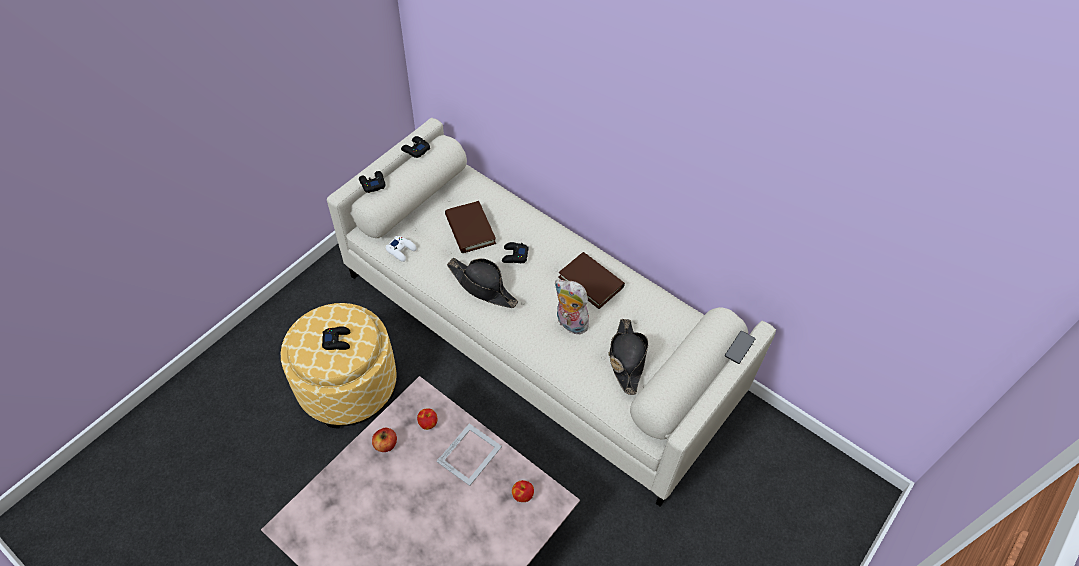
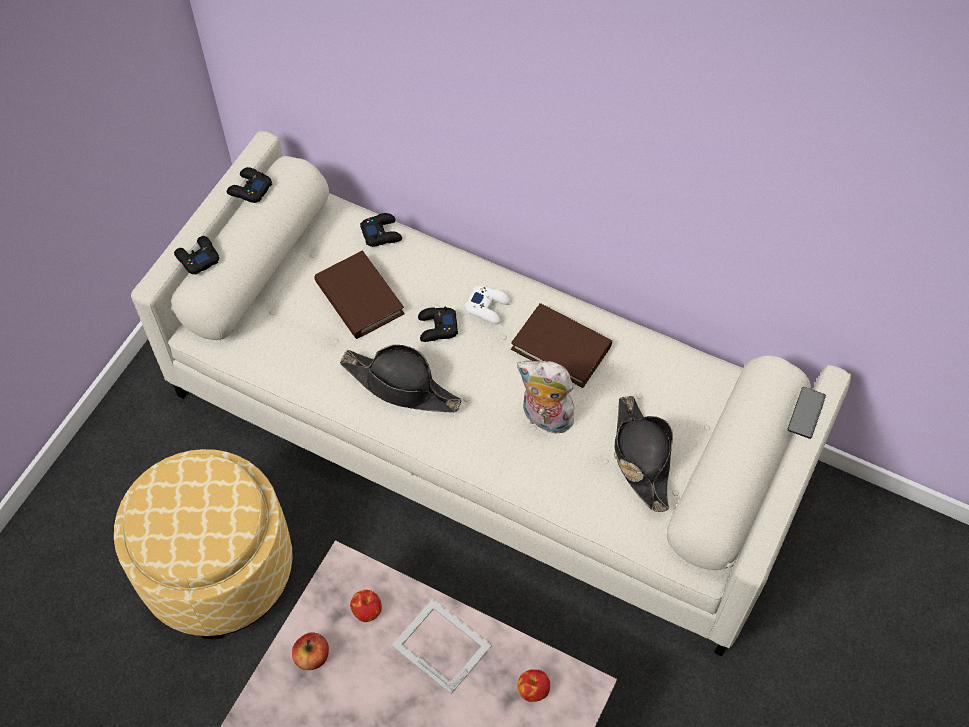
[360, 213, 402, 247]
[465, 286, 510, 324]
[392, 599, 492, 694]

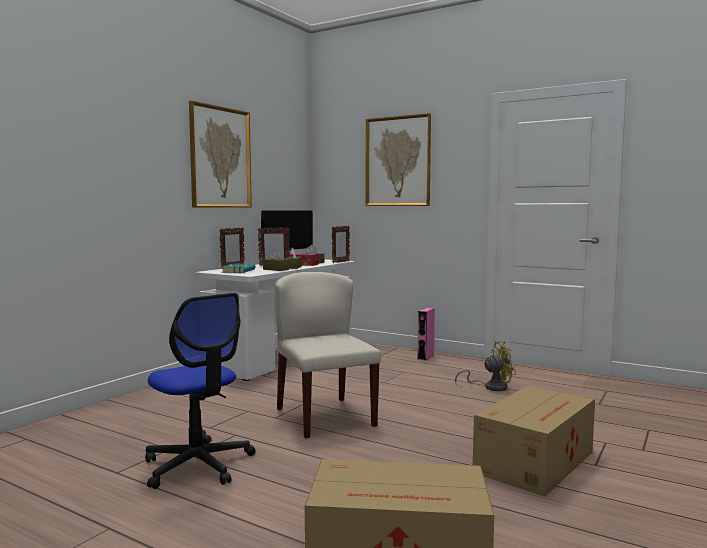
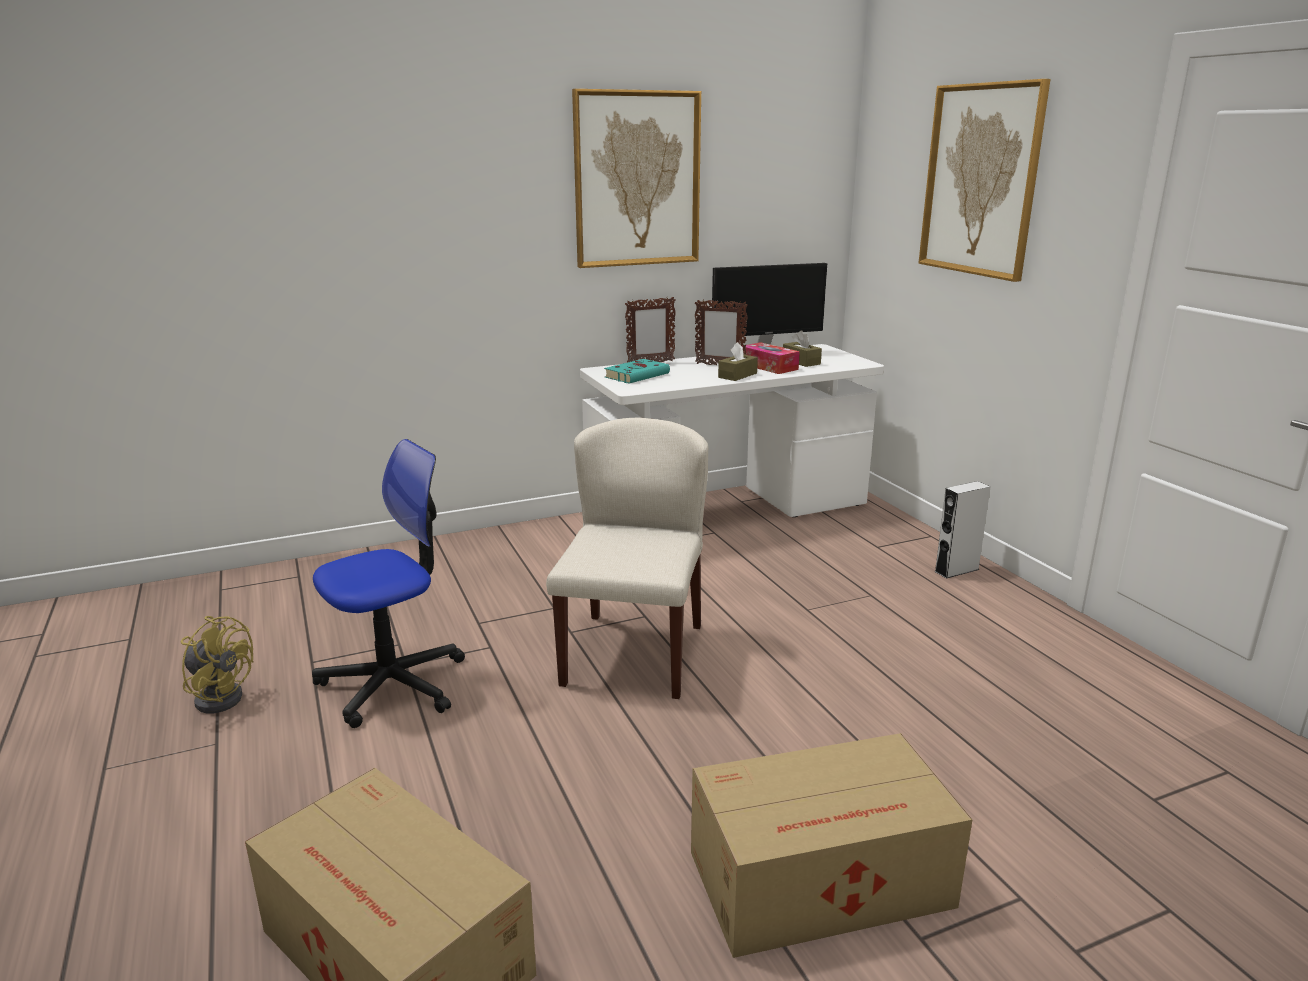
[312, 439, 465, 728]
[263, 249, 289, 271] (first image)
[332, 226, 350, 263] (first image)
[934, 481, 990, 579]
[181, 616, 254, 714]

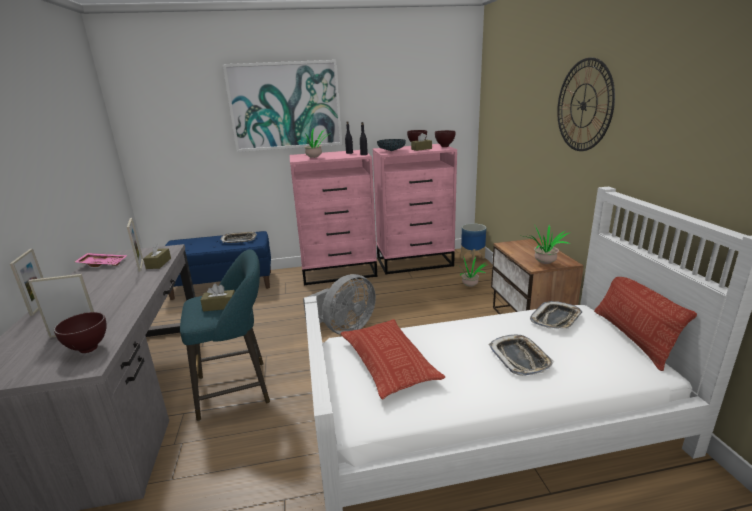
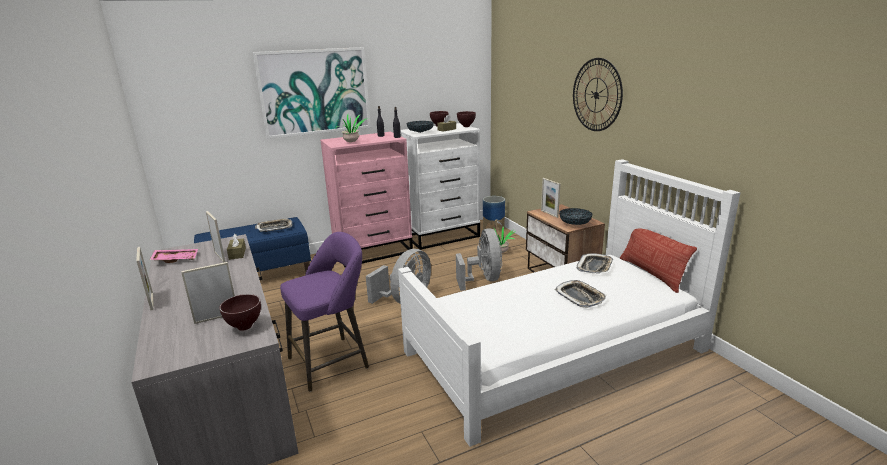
[280, 232, 369, 392]
[200, 284, 235, 312] (first image)
[340, 319, 445, 399] (first image)
[400, 123, 480, 250]
[559, 208, 593, 225]
[456, 228, 502, 291]
[541, 178, 560, 218]

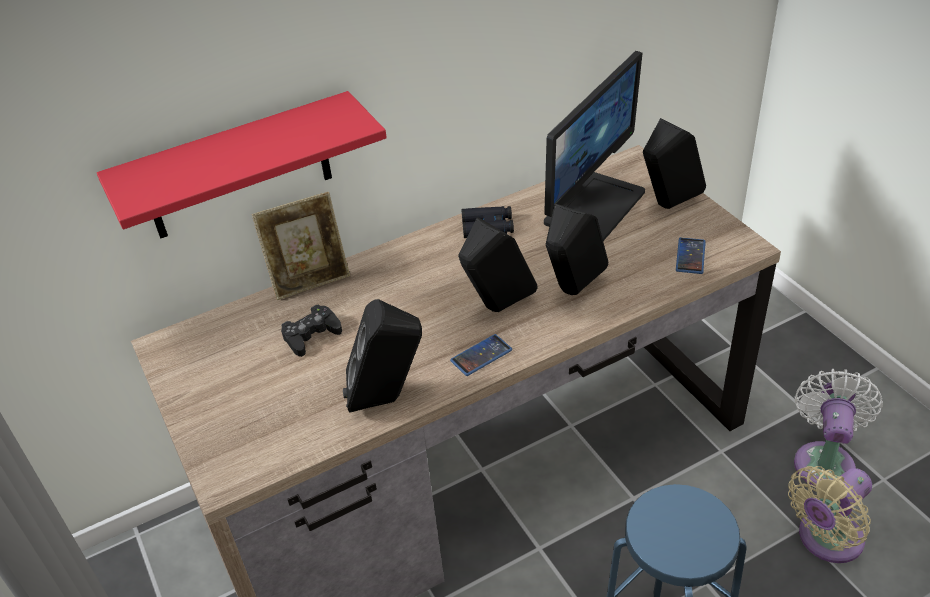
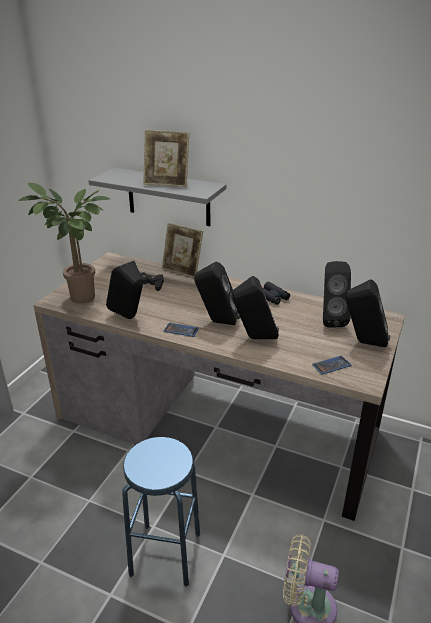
[88, 168, 226, 226]
[323, 261, 351, 328]
[794, 369, 883, 486] (first image)
[18, 183, 110, 304]
[143, 130, 189, 187]

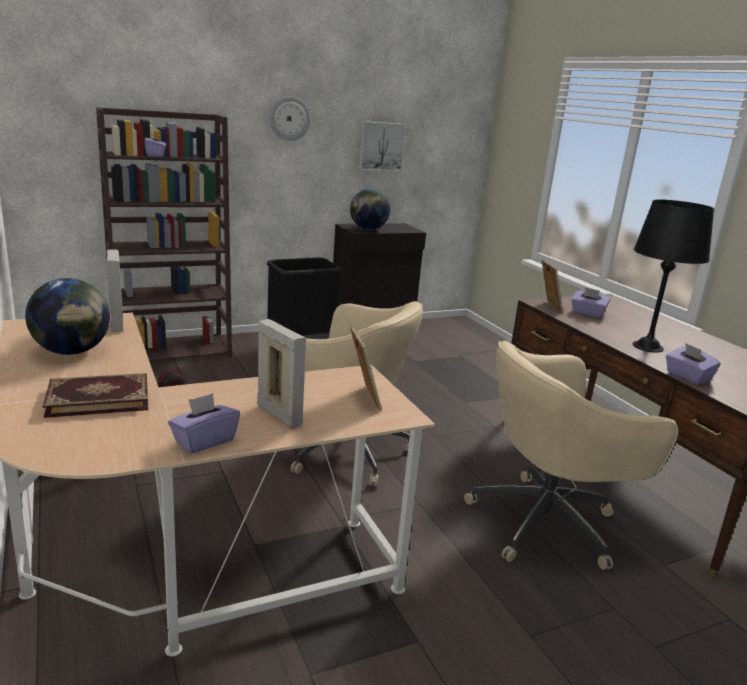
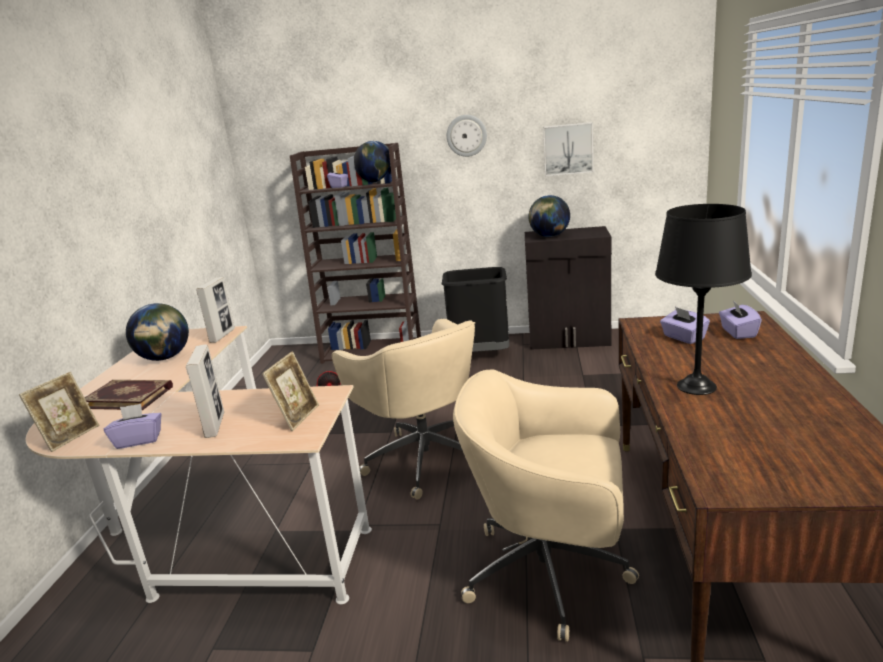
[19, 372, 99, 452]
[719, 301, 762, 339]
[354, 141, 391, 183]

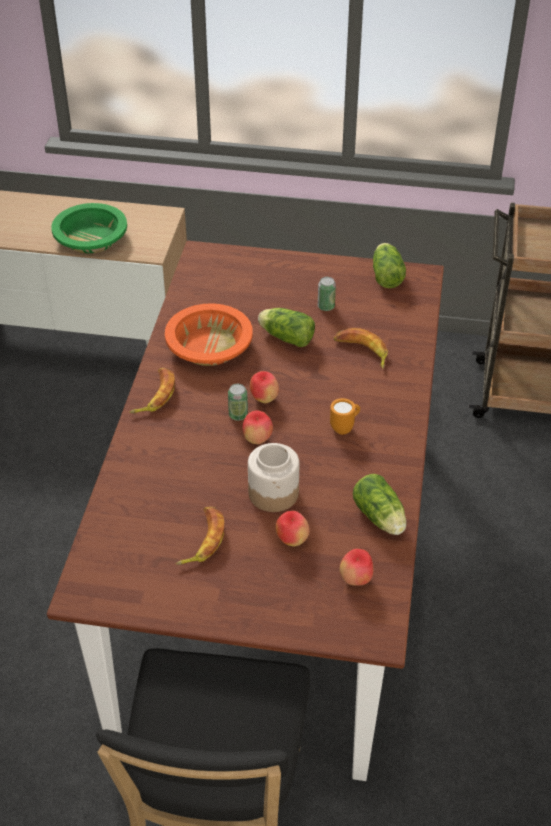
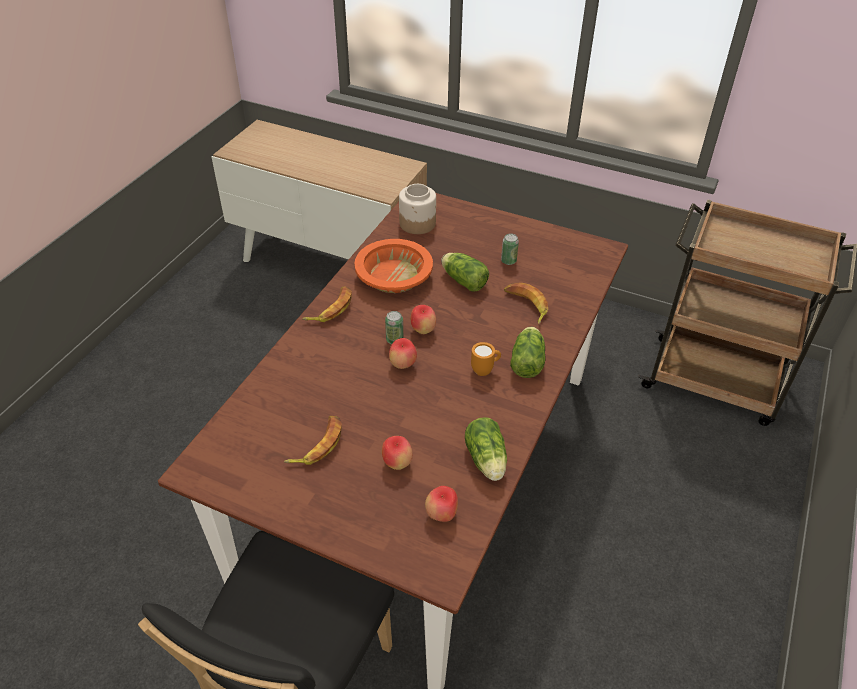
[51, 203, 127, 253] (first image)
[399, 184, 436, 234]
[510, 327, 545, 378]

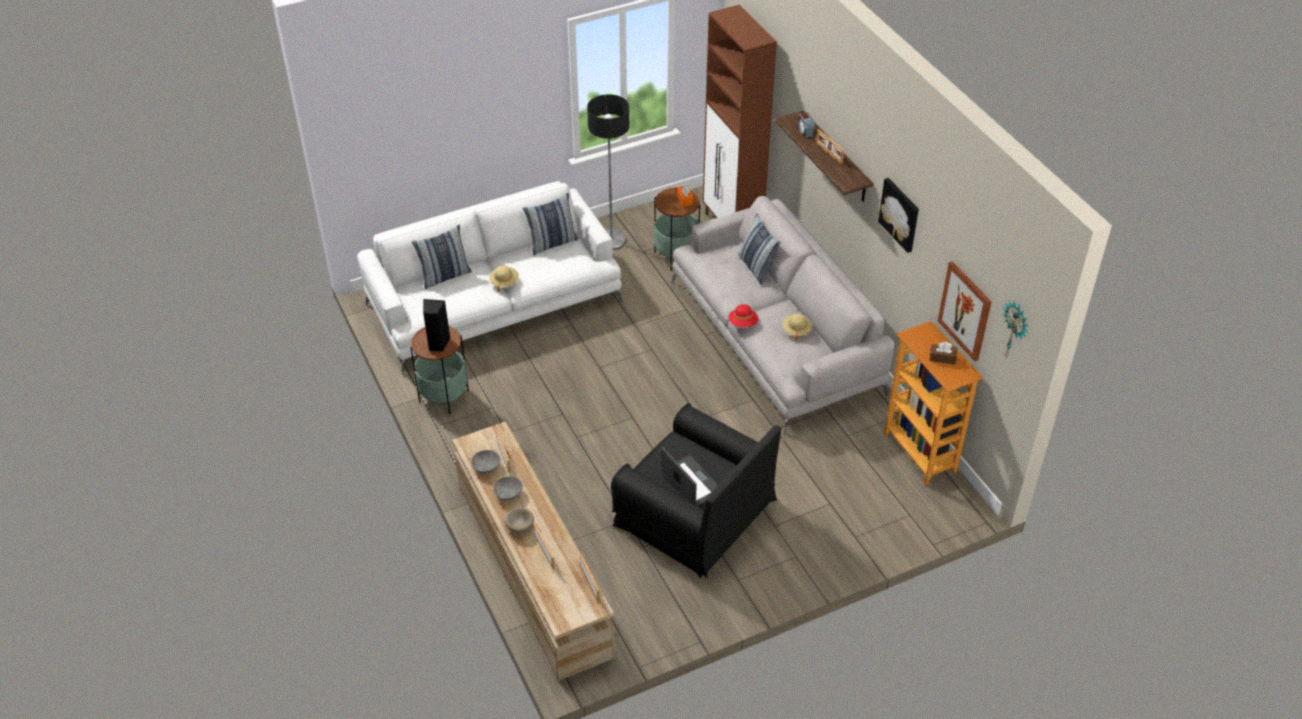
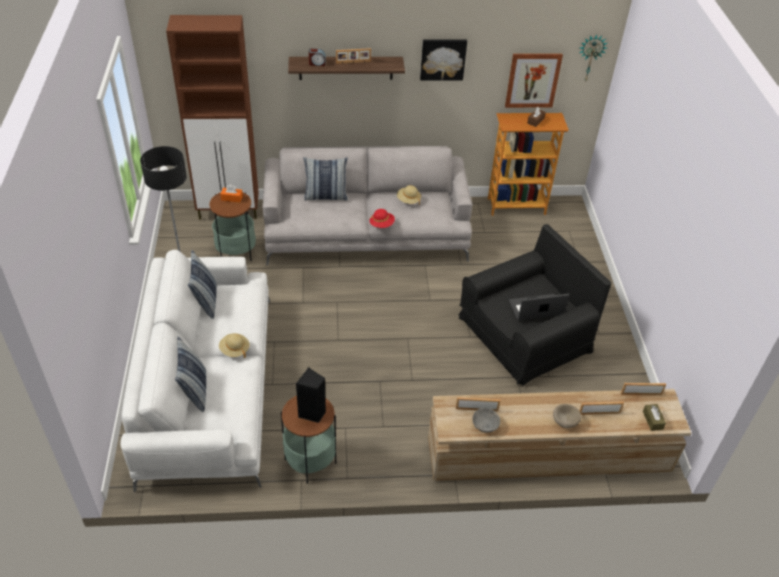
[493, 476, 523, 501] (first image)
[643, 404, 666, 431]

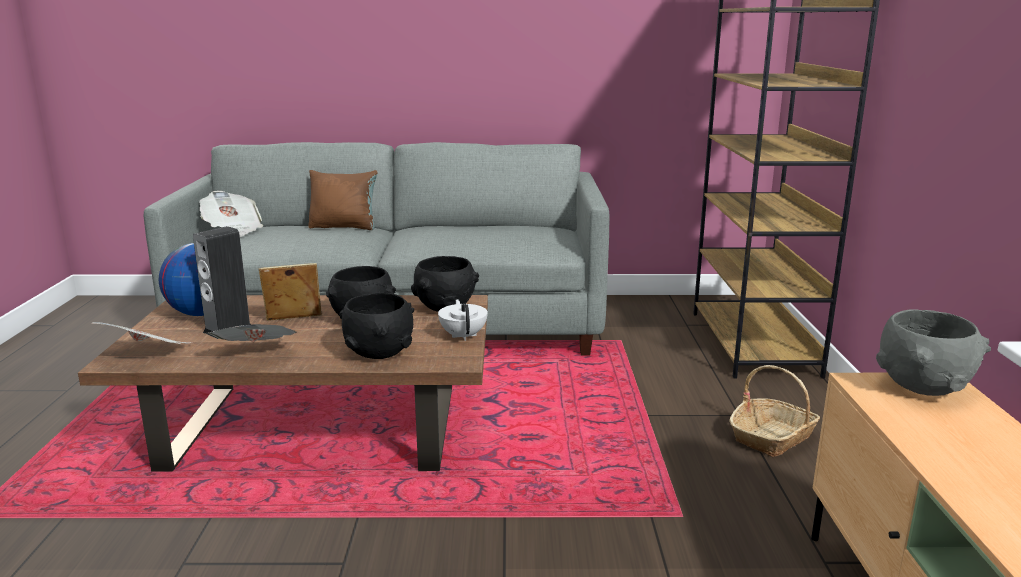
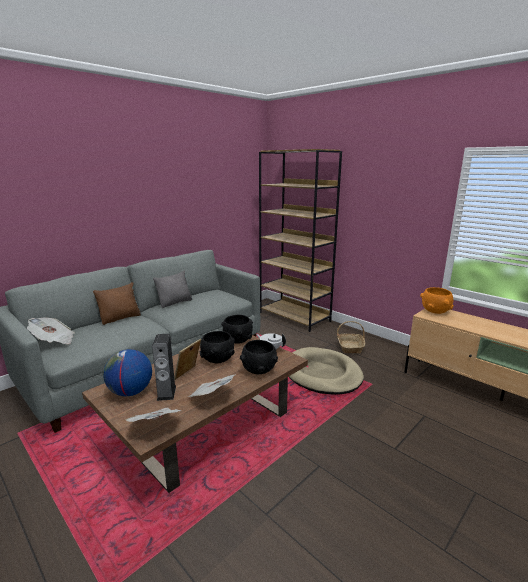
[420, 287, 454, 314]
[153, 271, 192, 308]
[289, 347, 364, 395]

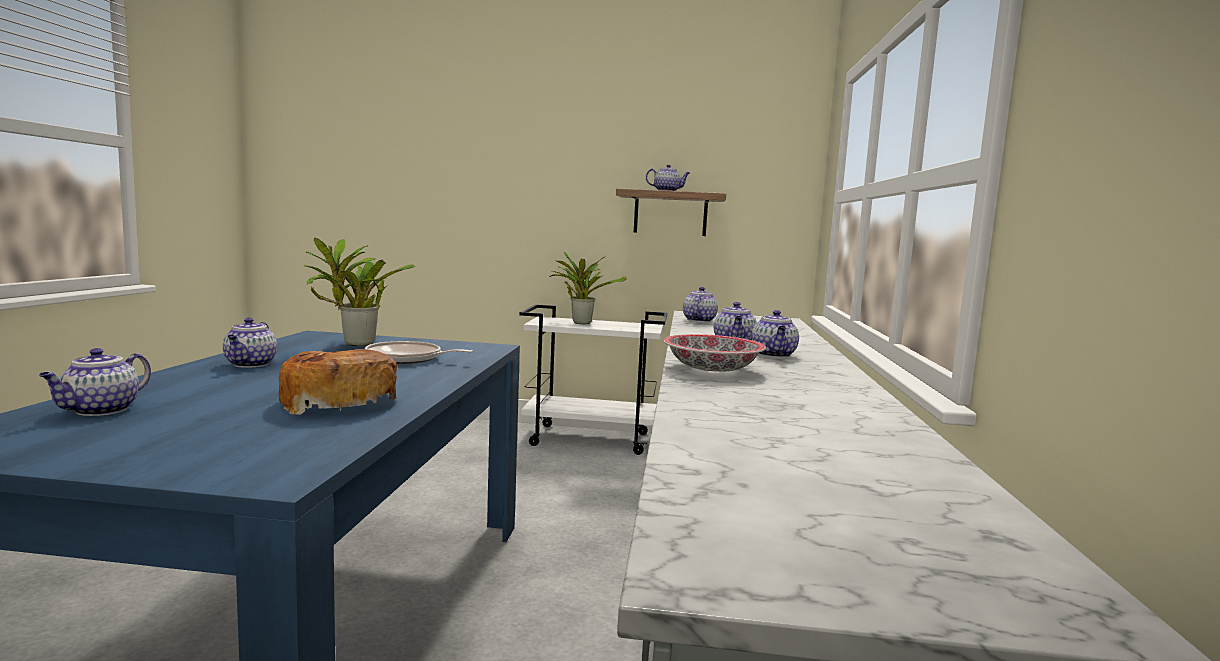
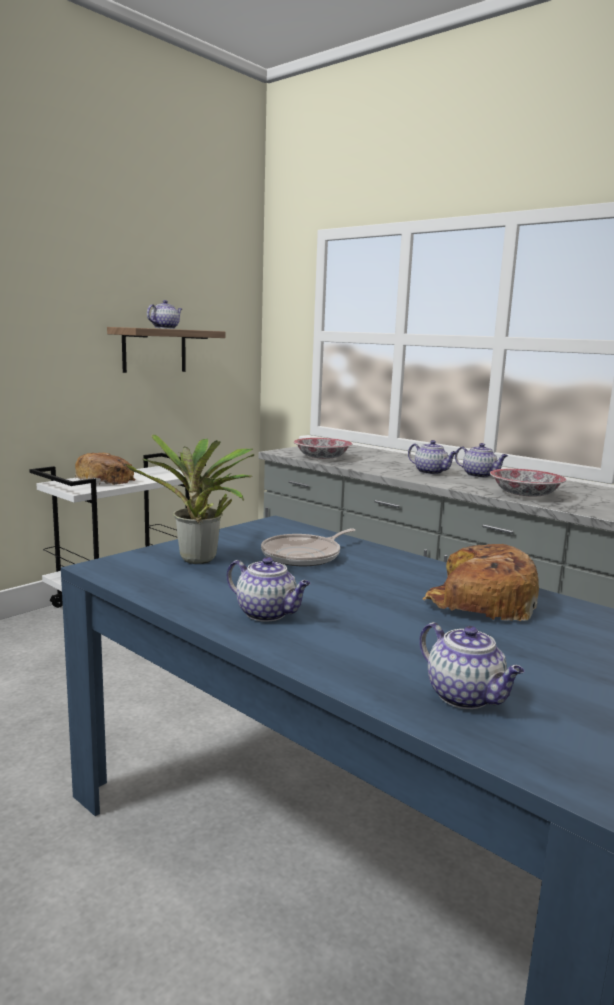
[75, 453, 135, 485]
[294, 438, 352, 459]

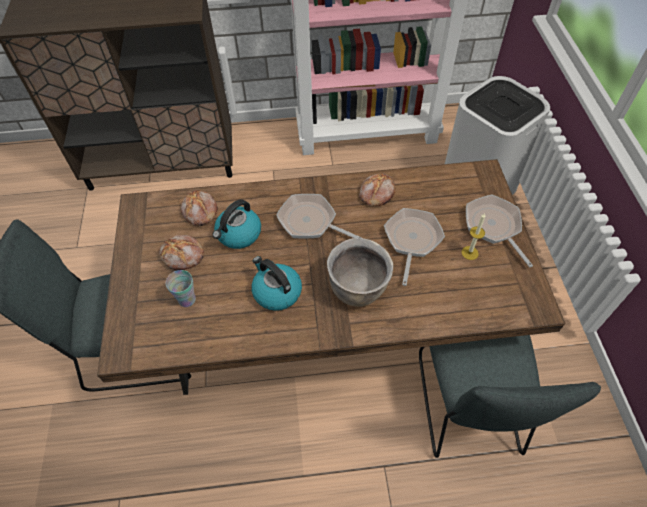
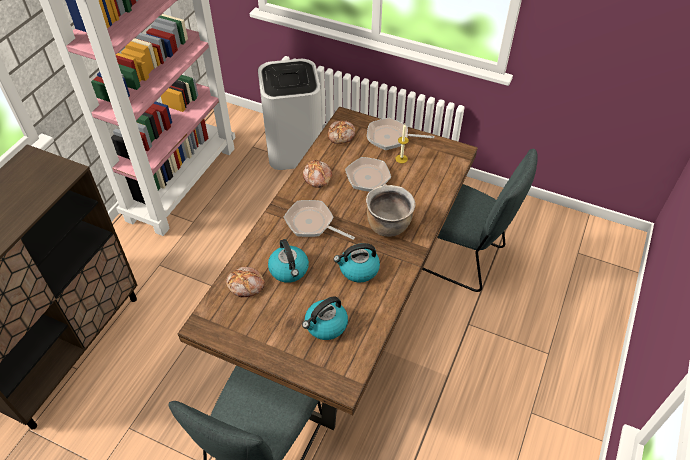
[328, 120, 355, 144]
[302, 296, 348, 340]
[284, 200, 355, 240]

